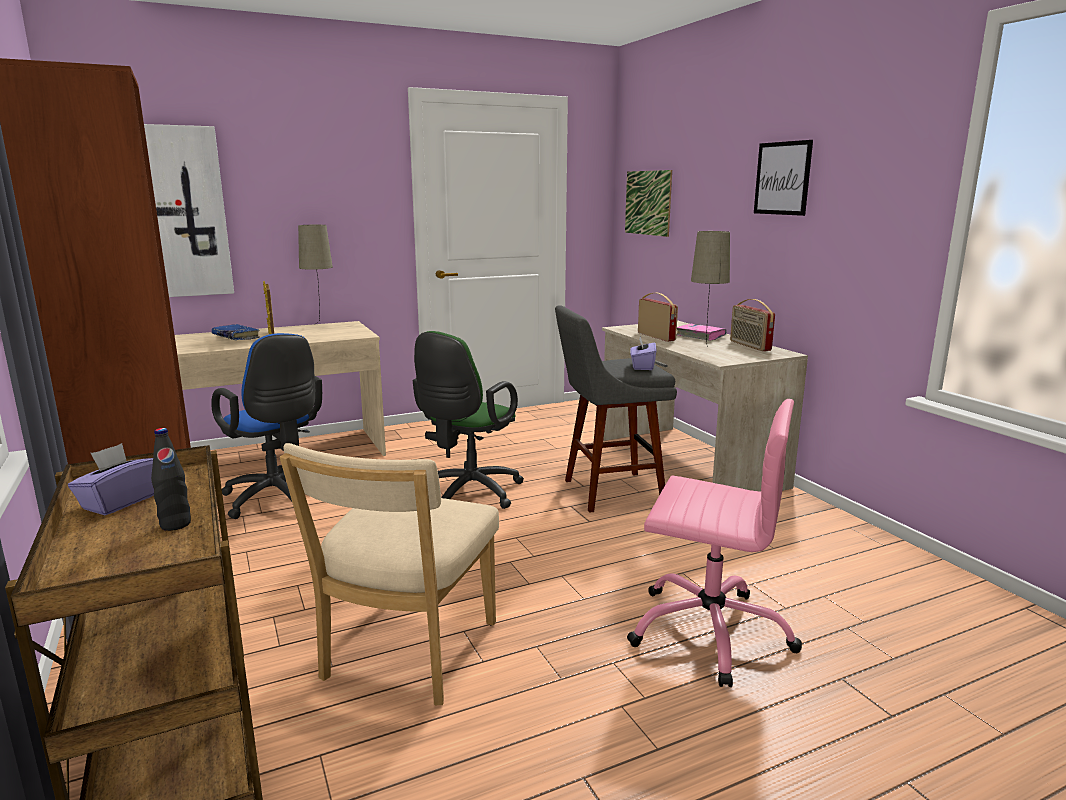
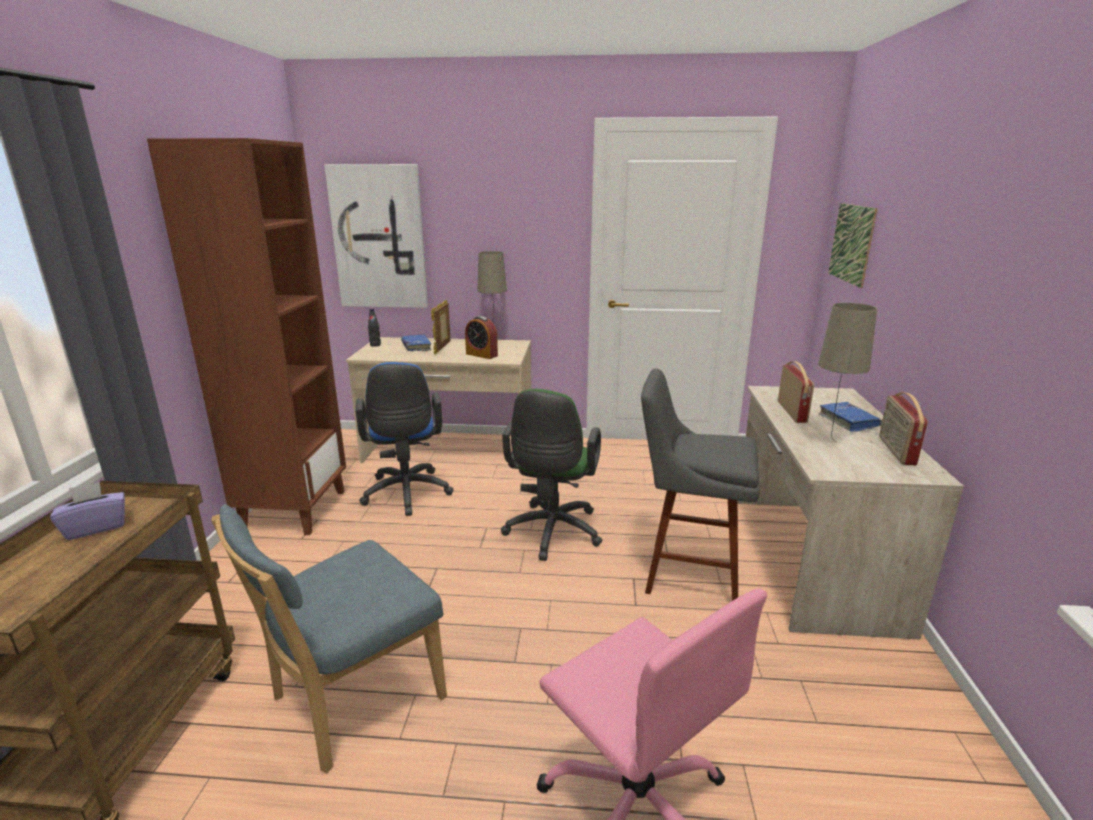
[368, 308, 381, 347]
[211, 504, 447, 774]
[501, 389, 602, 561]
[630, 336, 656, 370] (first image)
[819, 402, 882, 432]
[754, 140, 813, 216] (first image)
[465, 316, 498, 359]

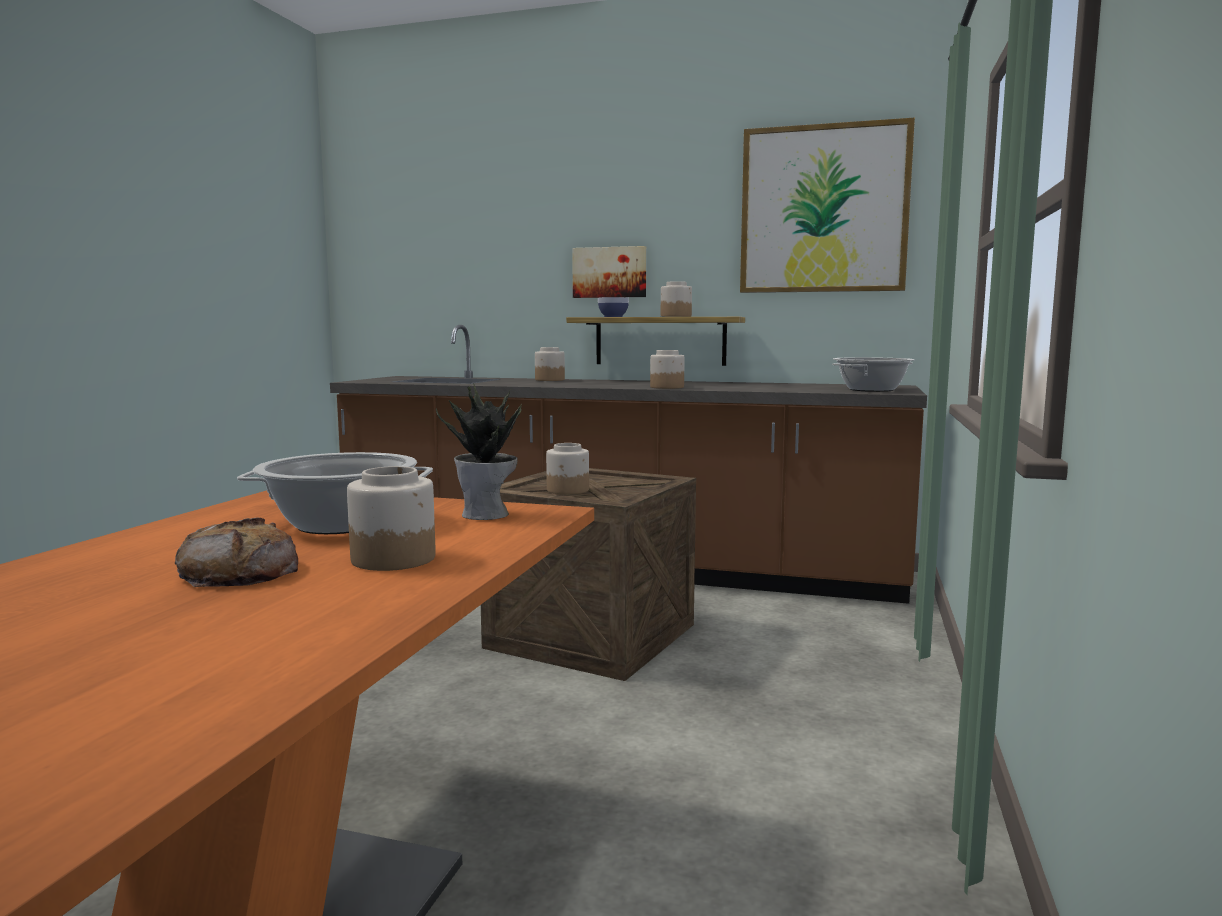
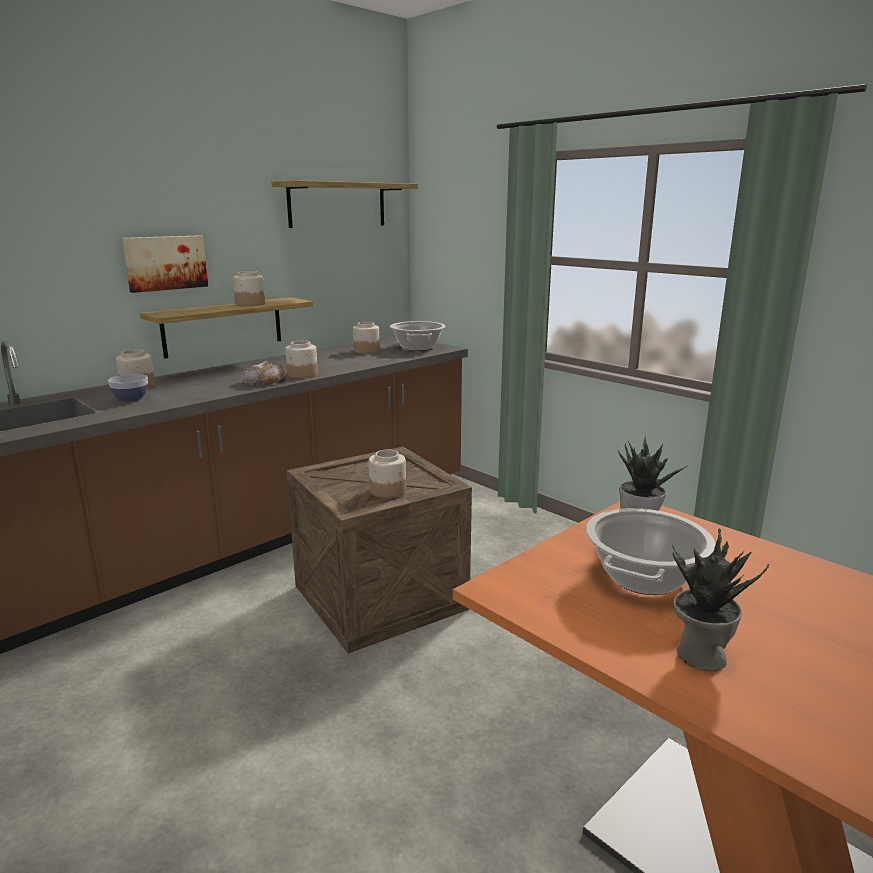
[243, 361, 287, 385]
[353, 322, 380, 354]
[108, 374, 148, 402]
[271, 180, 418, 228]
[672, 528, 769, 671]

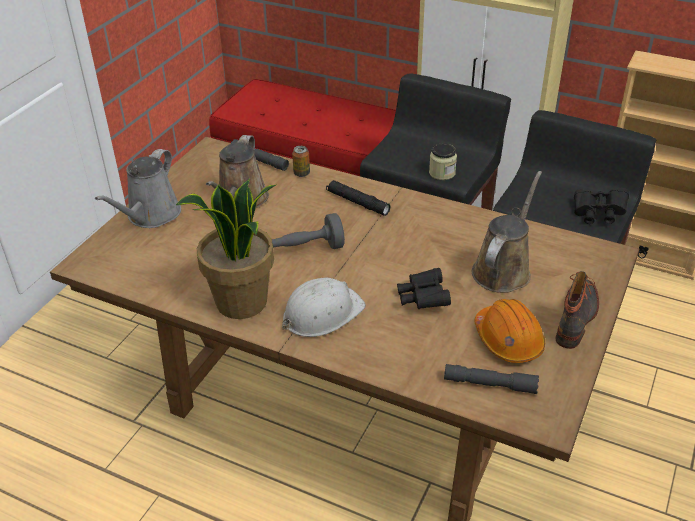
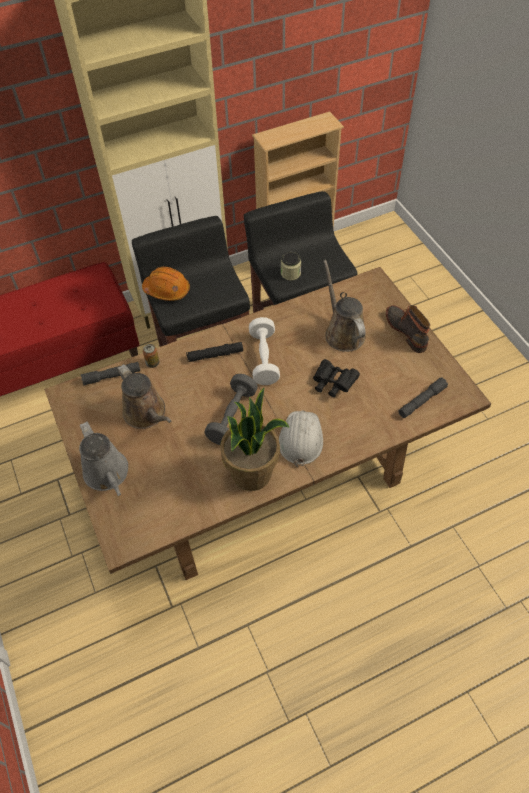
[281, 252, 301, 280]
[142, 267, 190, 301]
[574, 188, 629, 224] (first image)
[249, 317, 280, 385]

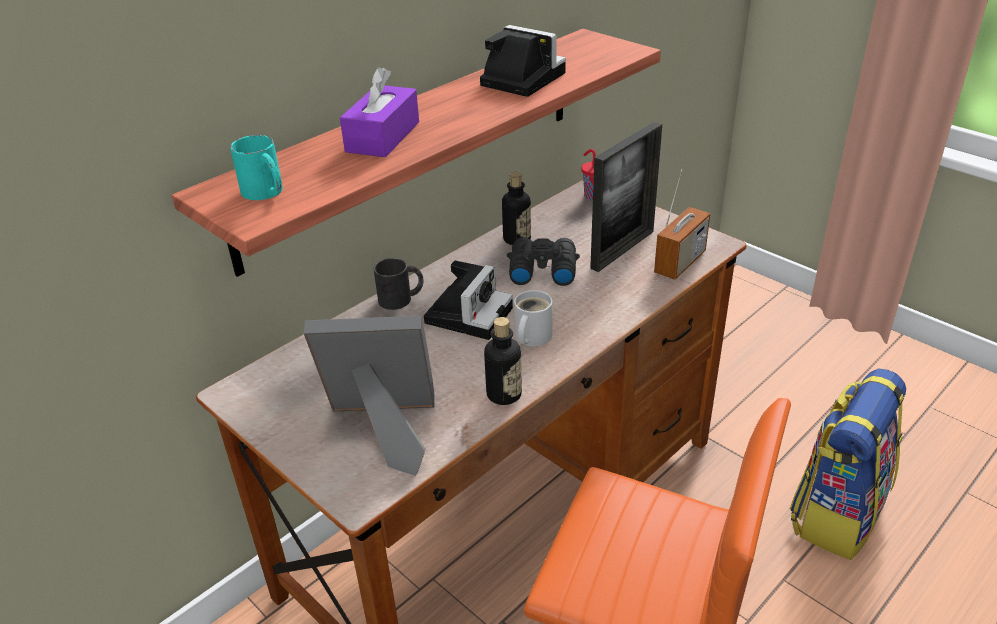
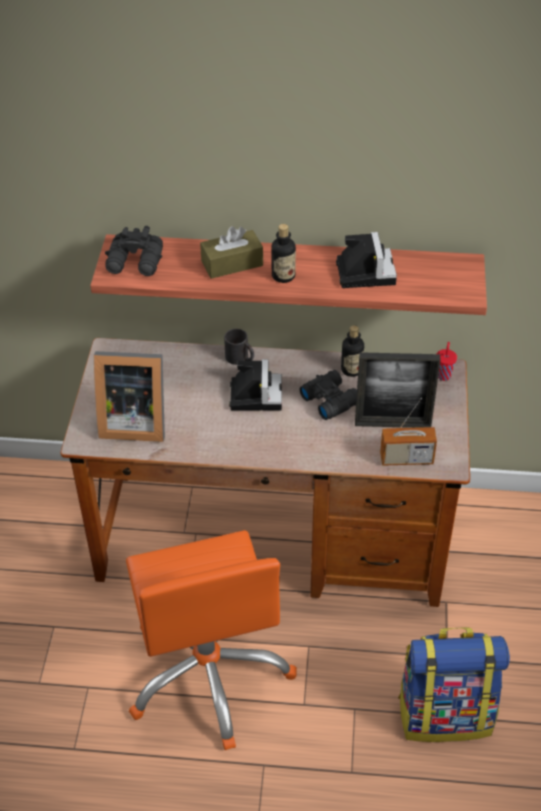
[105, 226, 163, 276]
[94, 351, 165, 442]
[200, 226, 263, 279]
[229, 359, 282, 410]
[271, 224, 296, 283]
[514, 290, 553, 346] (first image)

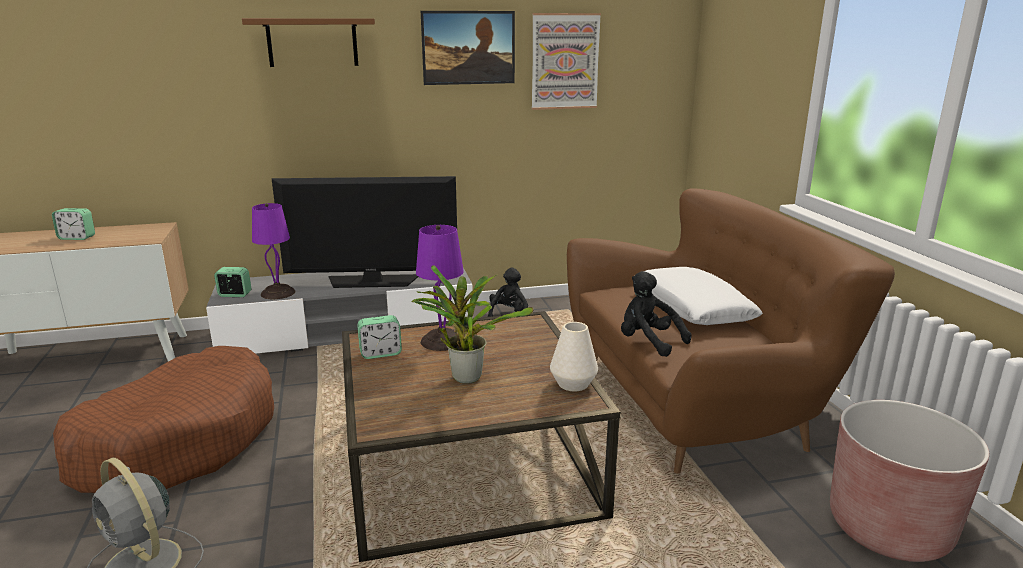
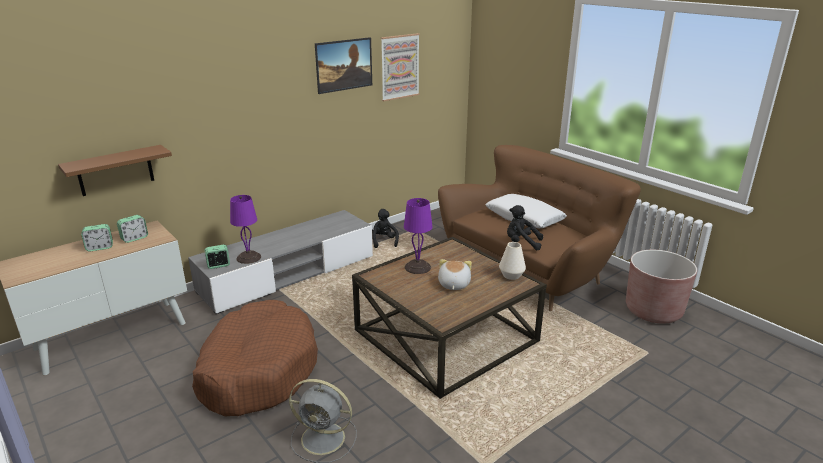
[58, 145, 172, 196]
[272, 176, 457, 288] (first image)
[117, 215, 148, 243]
[438, 259, 472, 290]

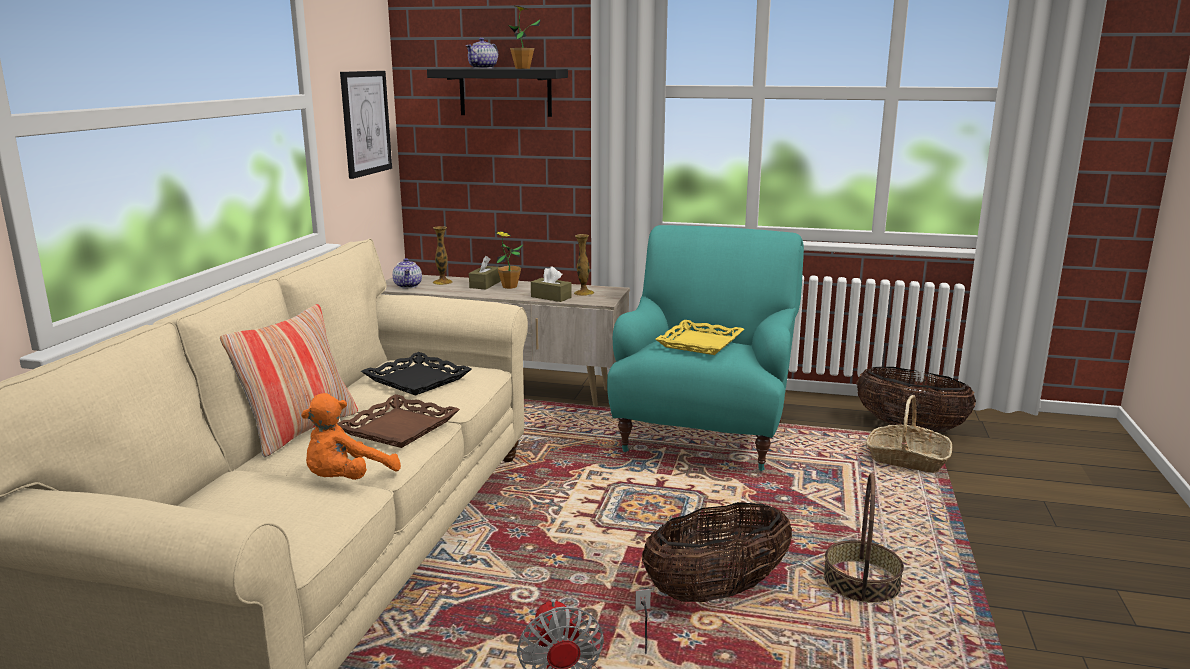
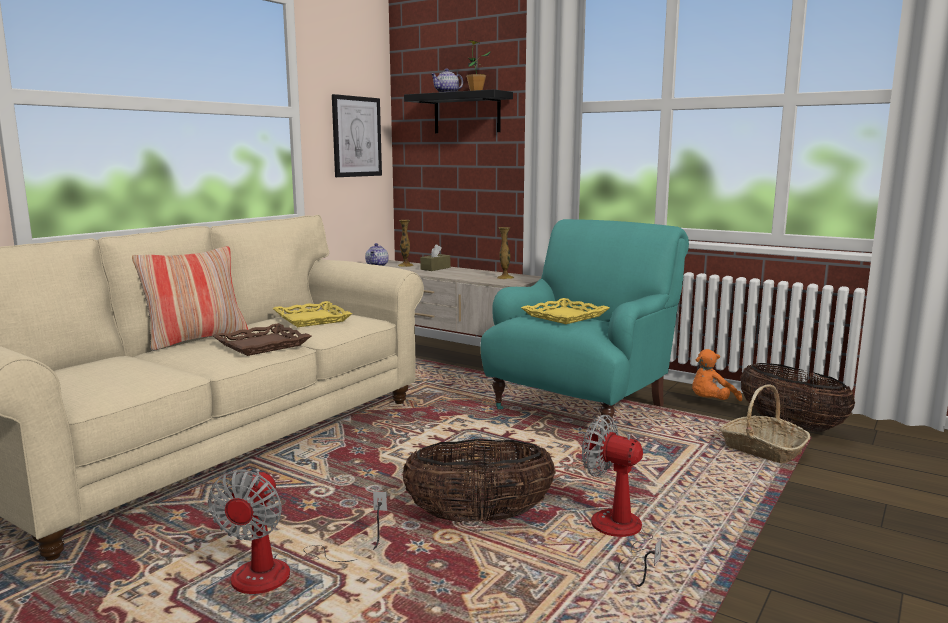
[692, 349, 742, 401]
[273, 301, 352, 327]
[495, 231, 524, 289] (first image)
[531, 266, 572, 302] (first image)
[582, 415, 662, 587]

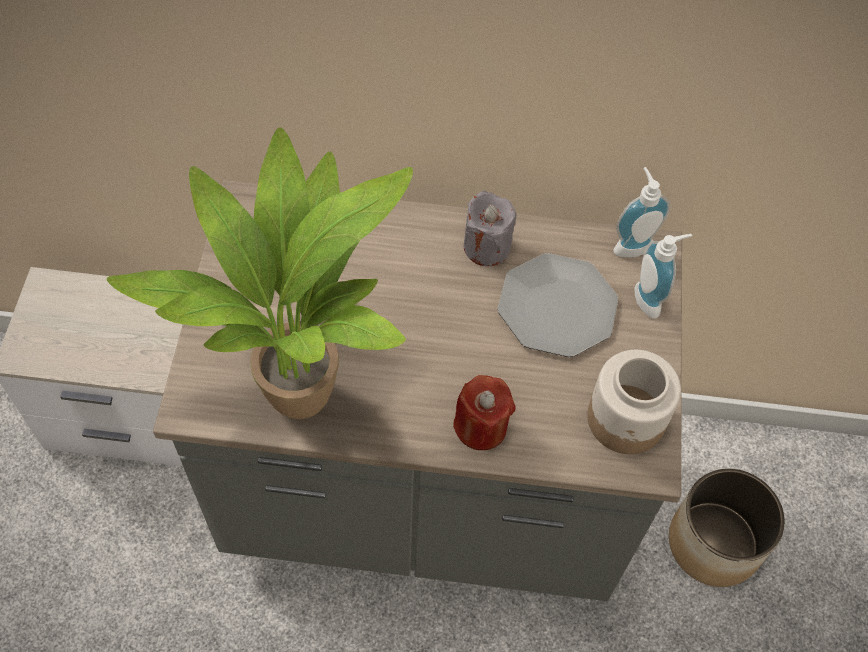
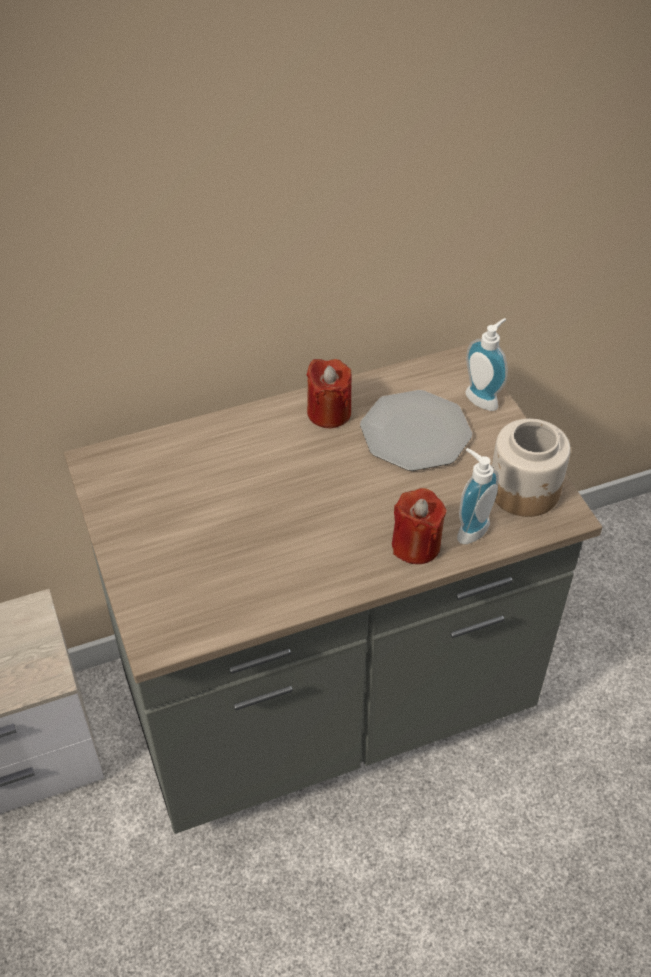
[107, 127, 413, 419] (first image)
[307, 359, 352, 428]
[457, 448, 499, 544]
[669, 469, 785, 587] (first image)

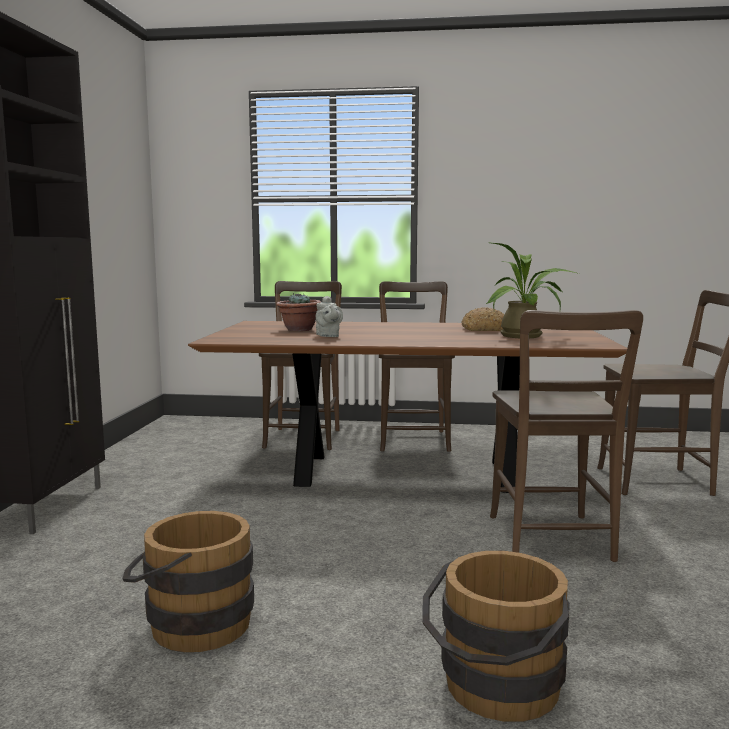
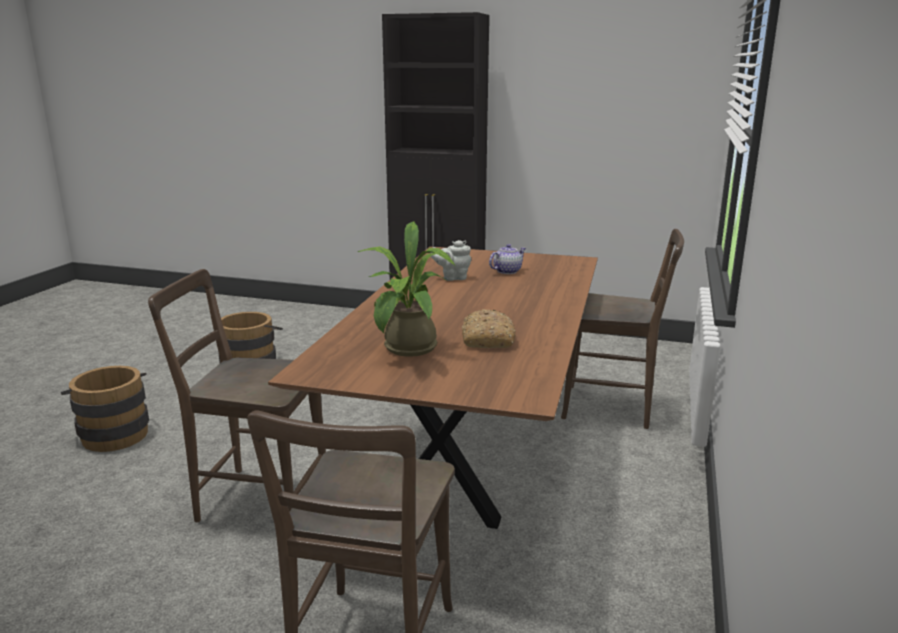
[489, 244, 526, 274]
[379, 281, 455, 452] (first image)

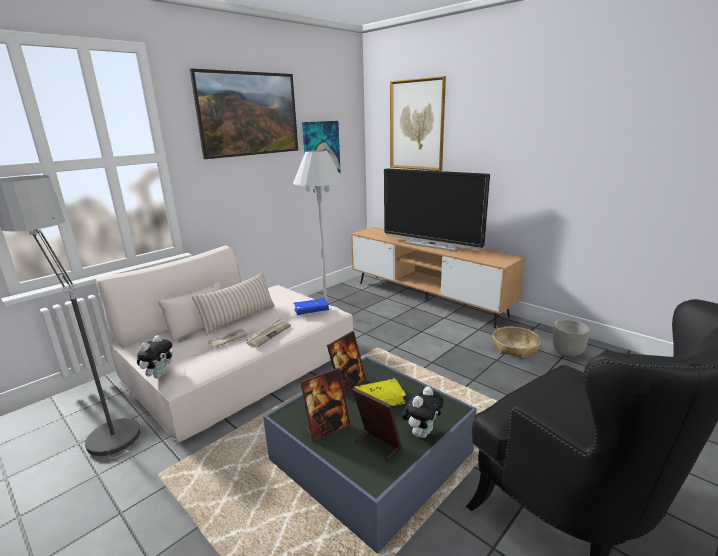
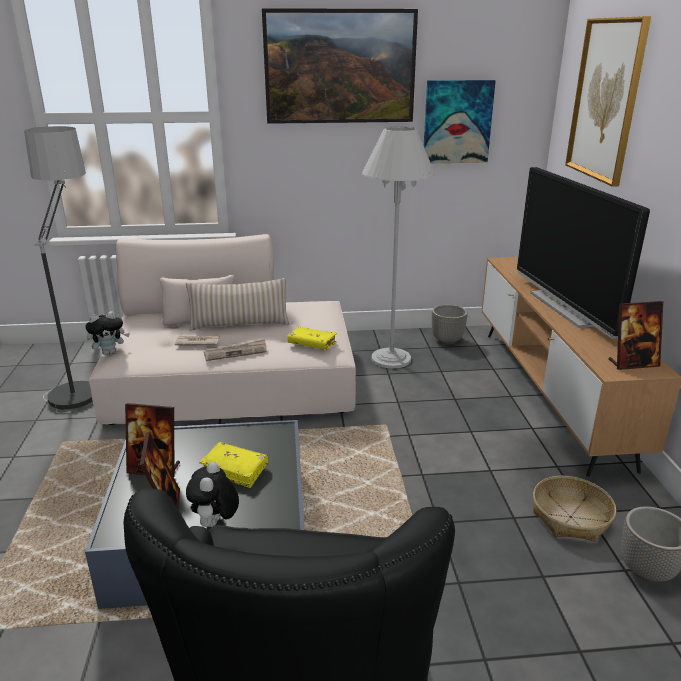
[287, 326, 337, 350]
[608, 301, 663, 370]
[186, 462, 239, 527]
[432, 304, 468, 344]

